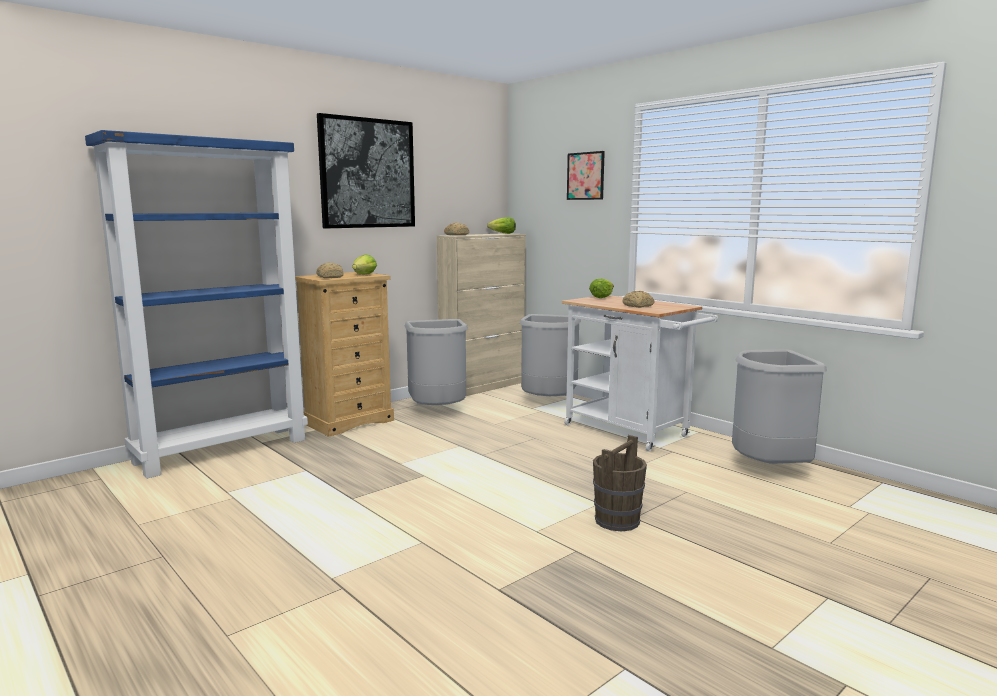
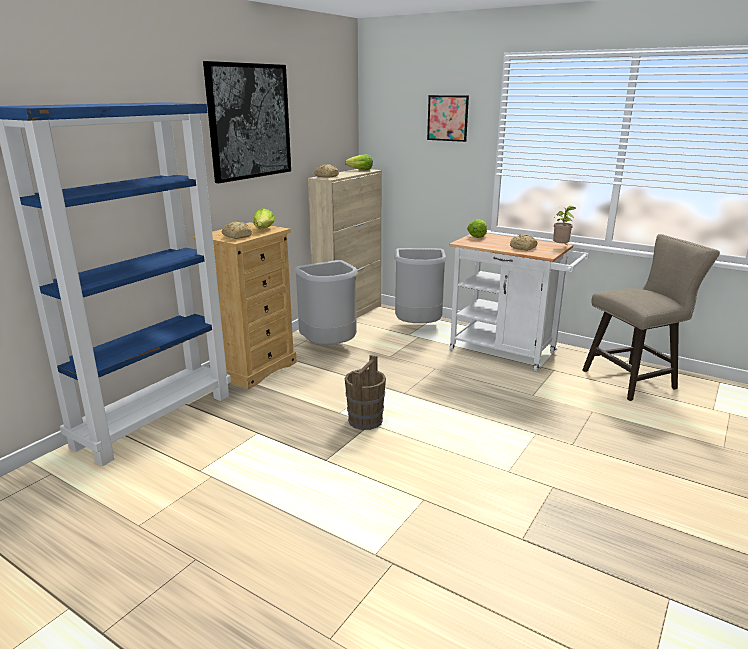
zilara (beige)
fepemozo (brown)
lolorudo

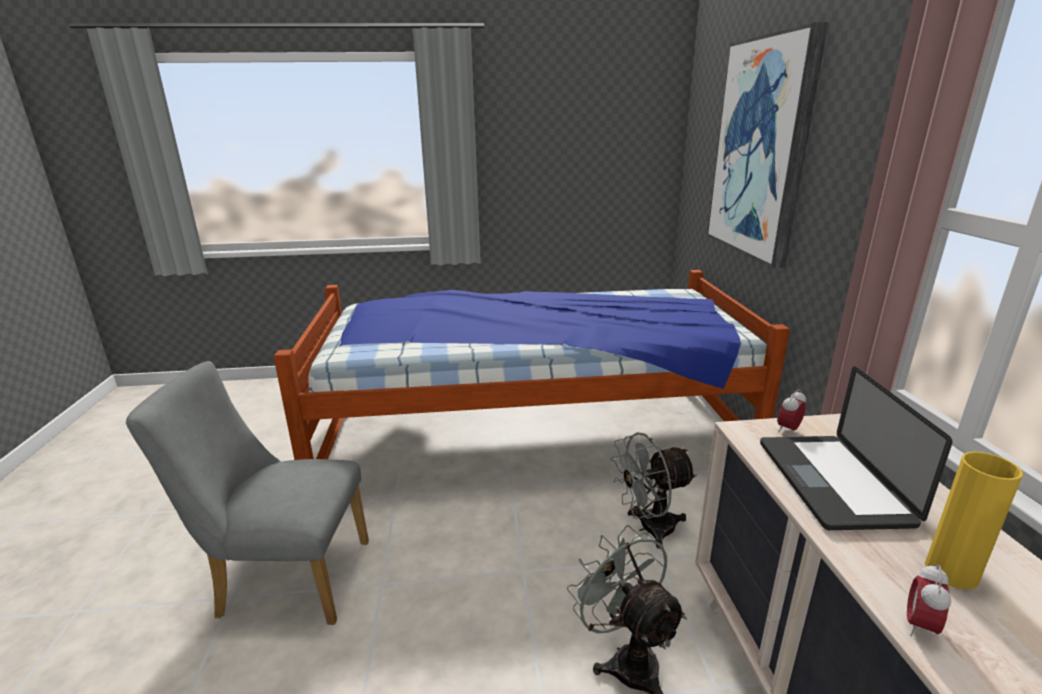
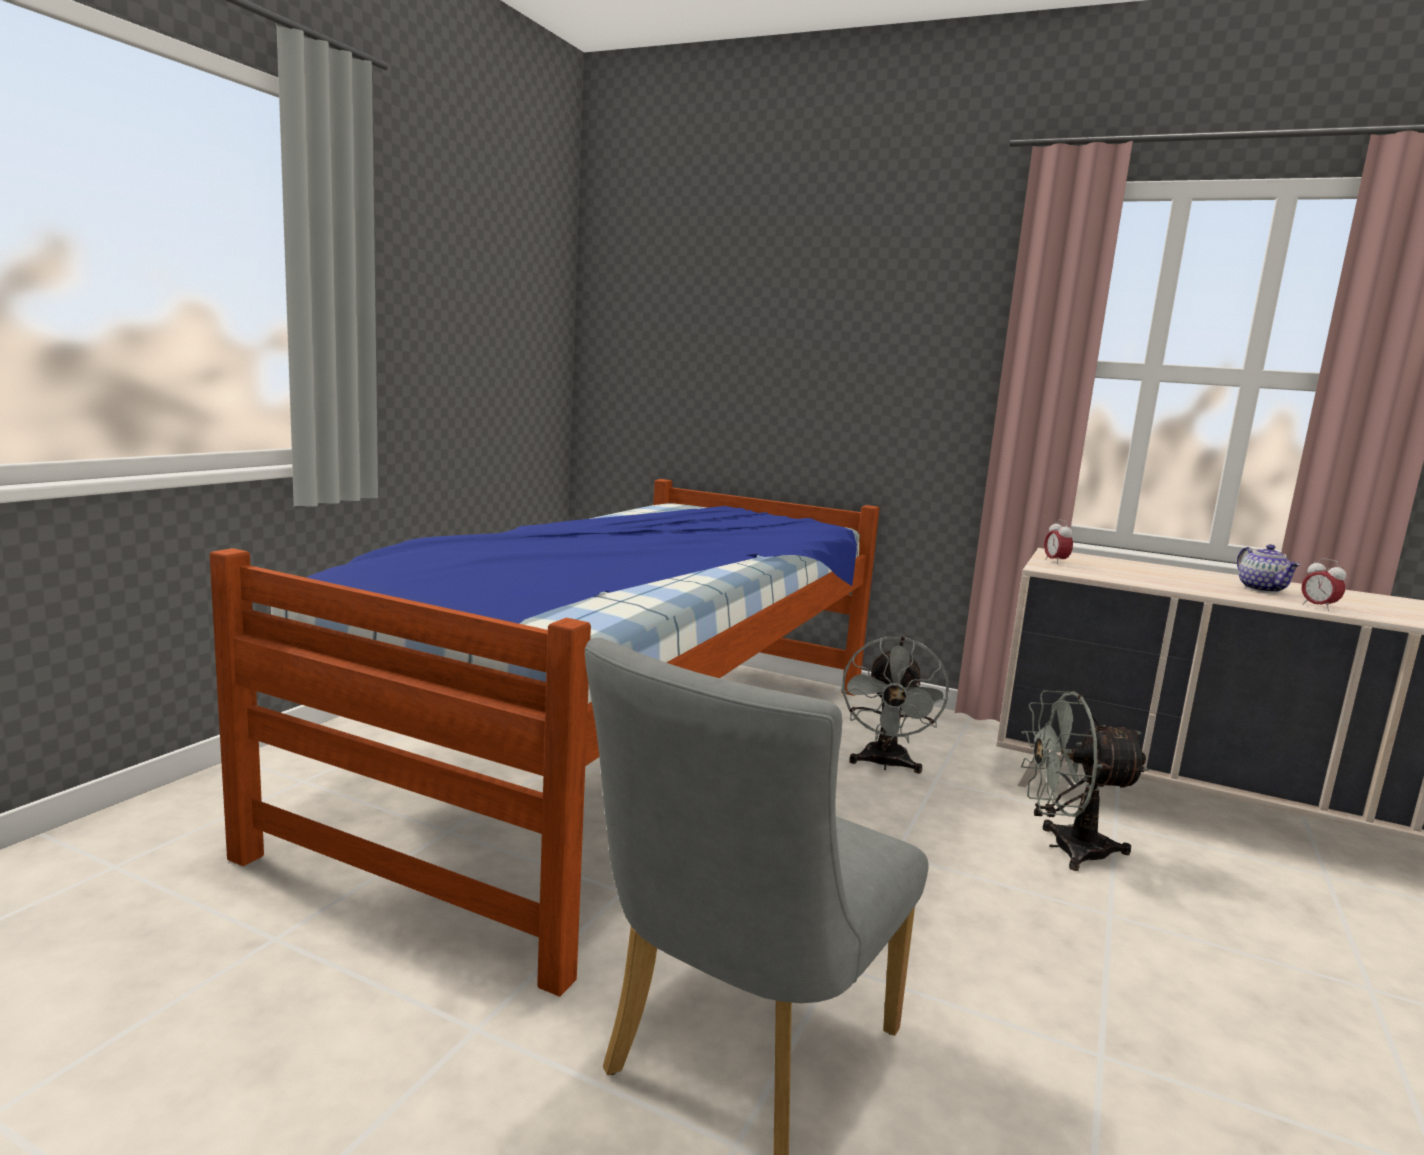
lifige
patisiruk
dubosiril

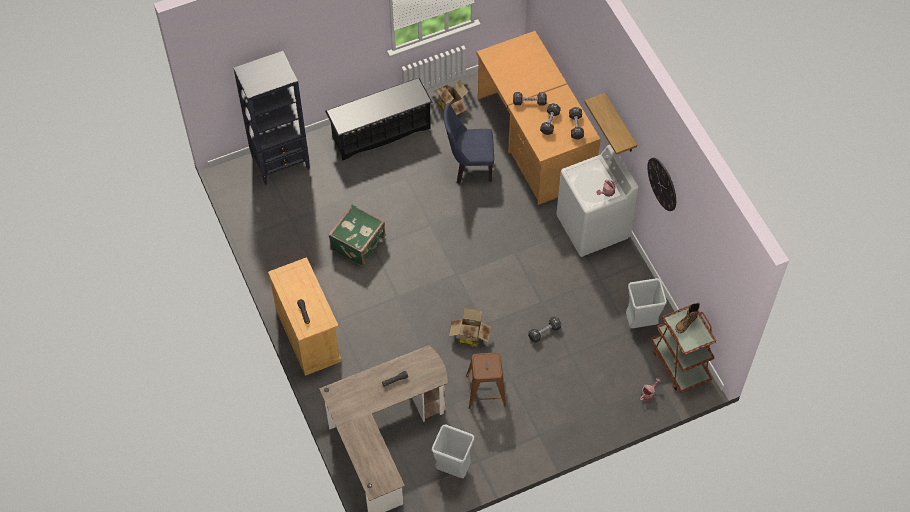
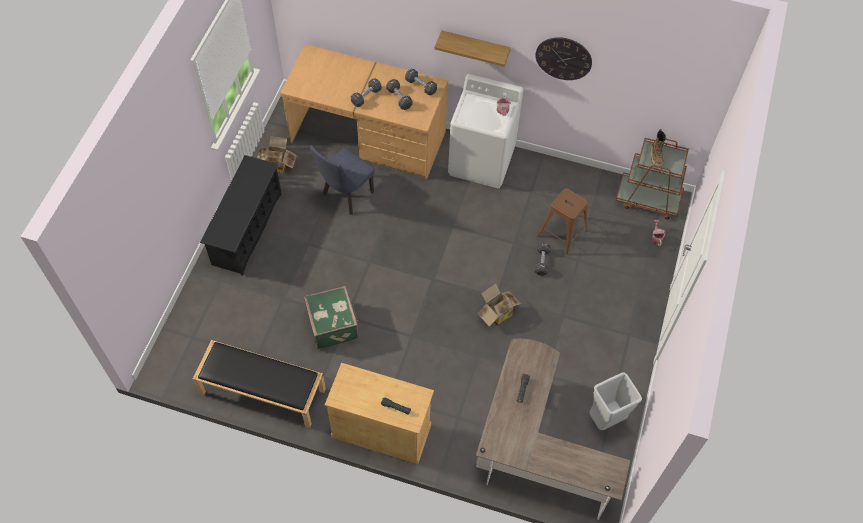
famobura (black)
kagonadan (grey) (no. 2 from left in the first image)
zilara (brown)
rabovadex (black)

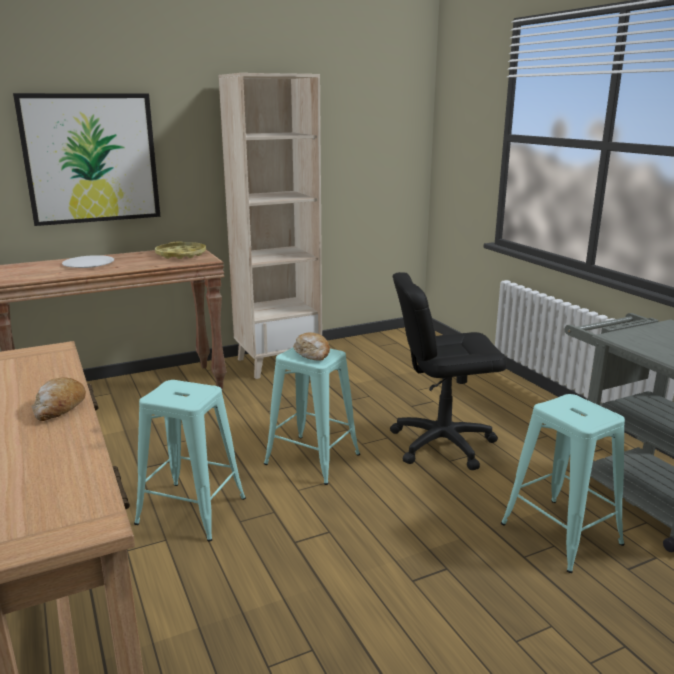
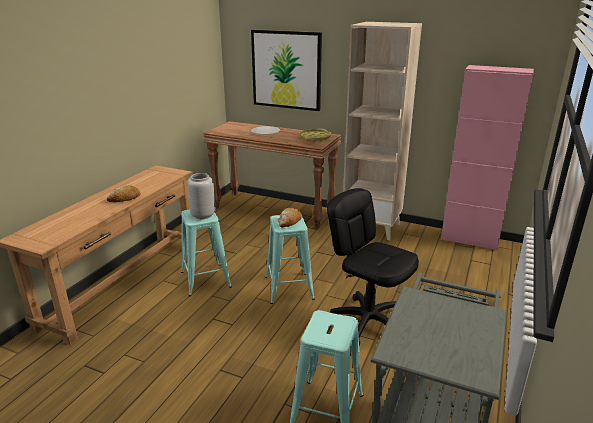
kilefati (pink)
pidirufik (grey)

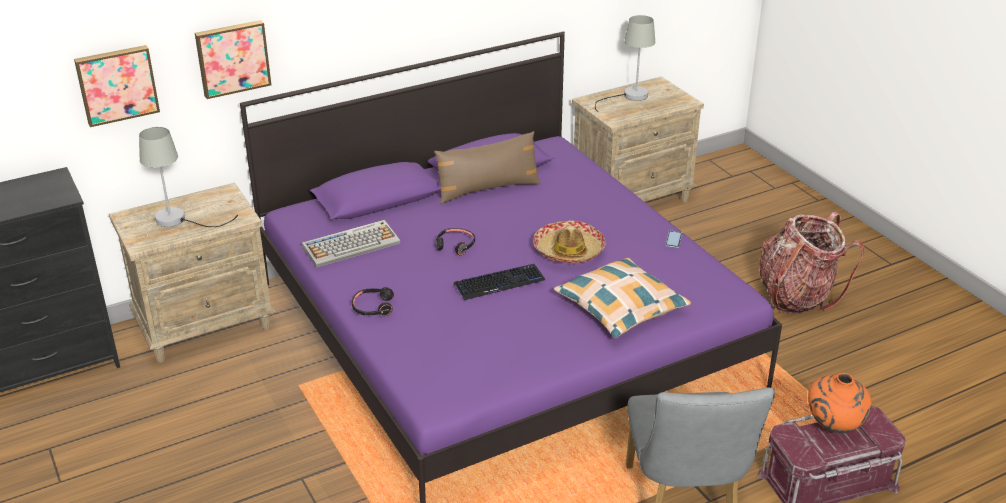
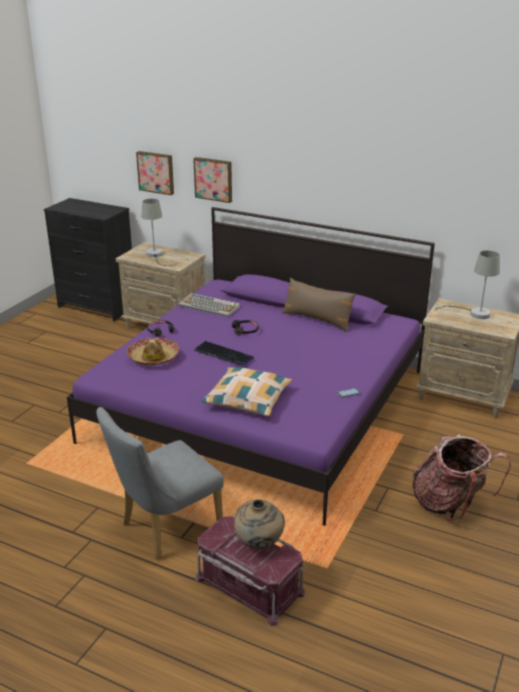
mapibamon
pidirufik (beige)

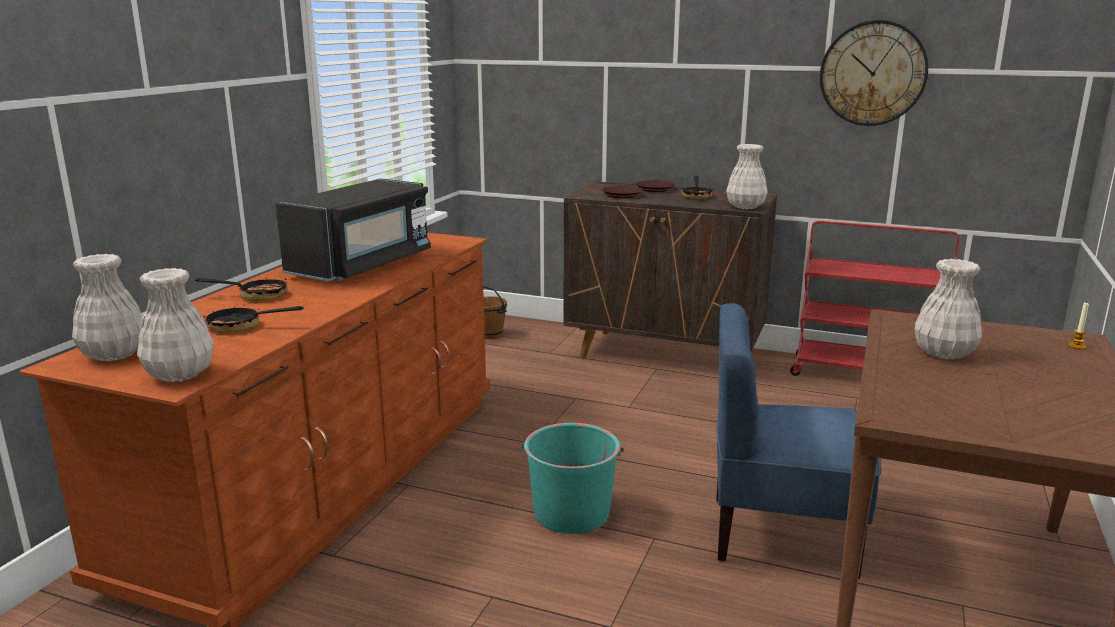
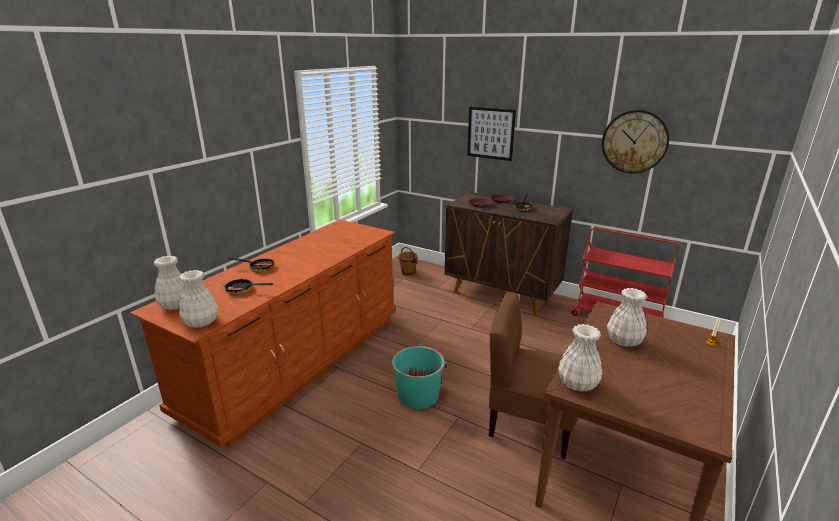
pidirufik (white) (no. 3 from left)
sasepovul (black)
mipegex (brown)
lifige

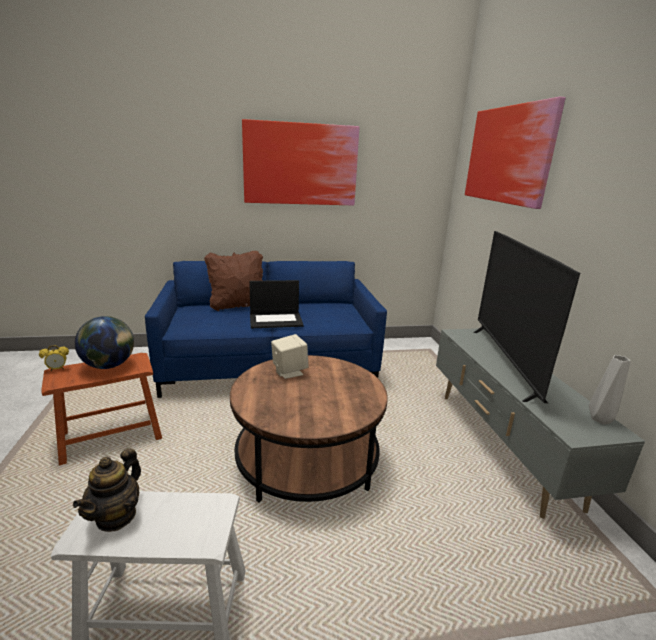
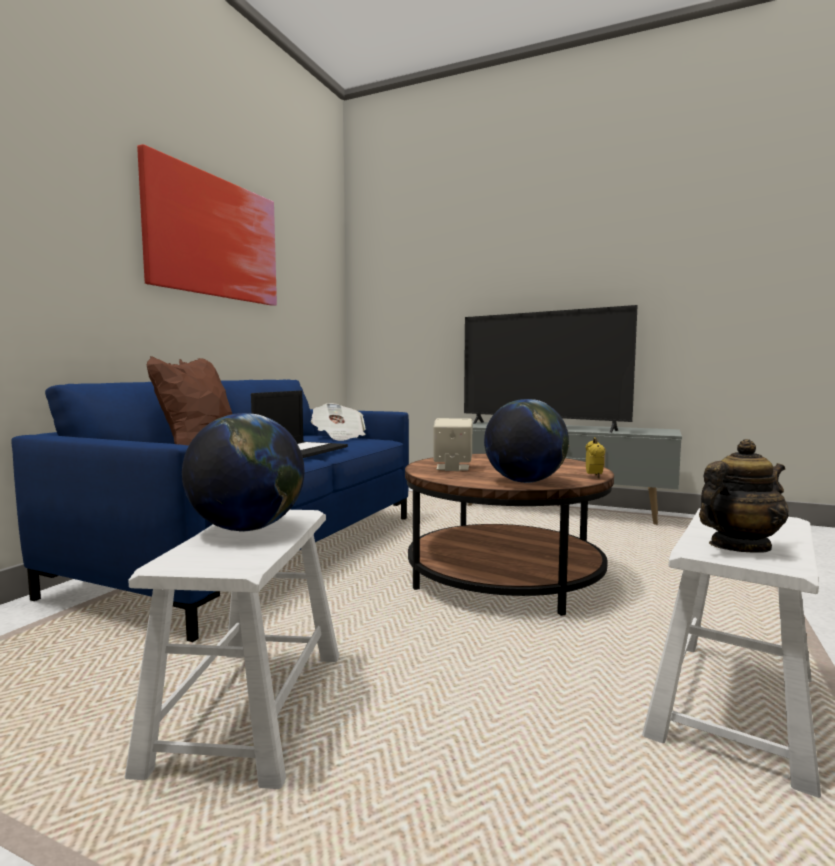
lifige (no. 2 from left in the first image)
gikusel
zilara (white) (no. 1 from left)
pidirufik (grey)
dubosiril
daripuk (no. 2 from left)
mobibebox

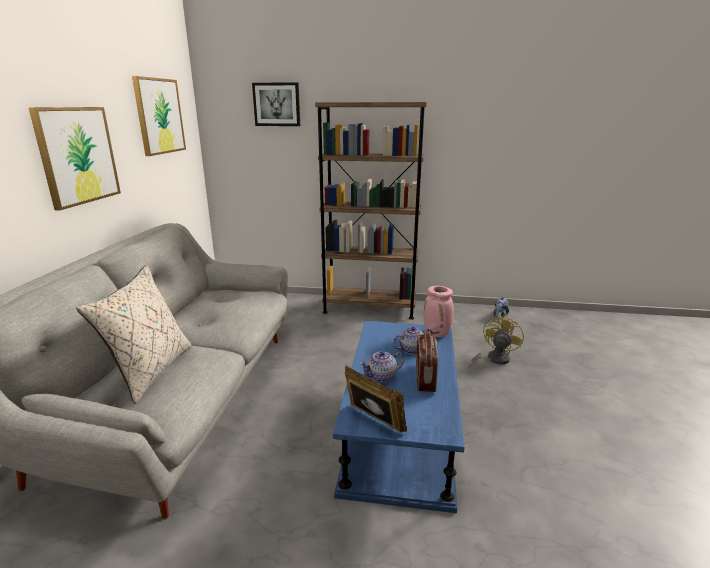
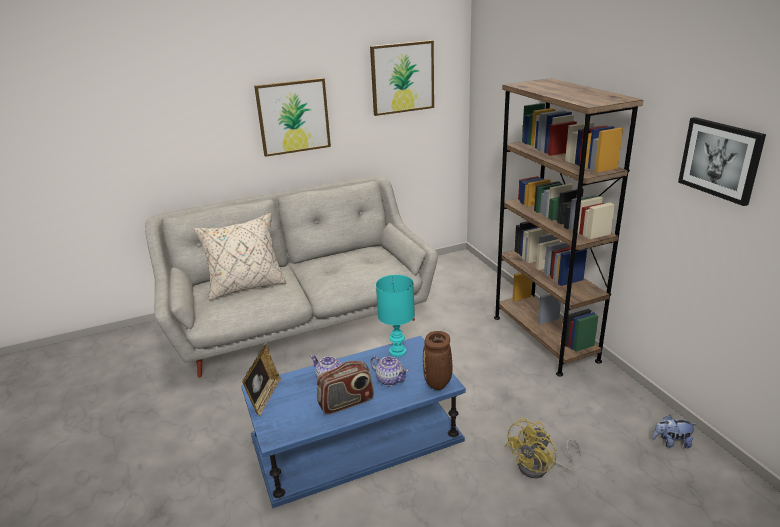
lifige (no. 3 from left)
pidirufik (brown)
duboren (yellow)
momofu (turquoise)

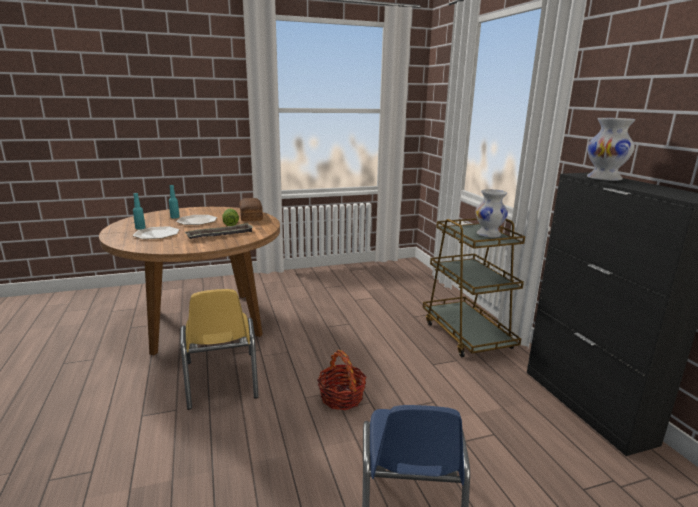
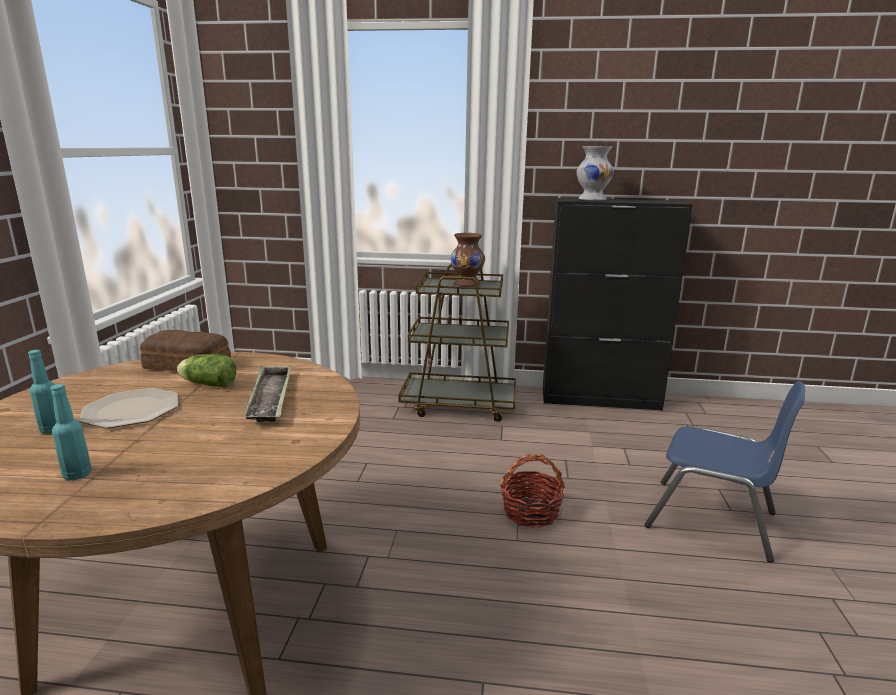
pidirufik (brown)
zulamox (no. 1 from left in the first image)
mipegex (yellow)

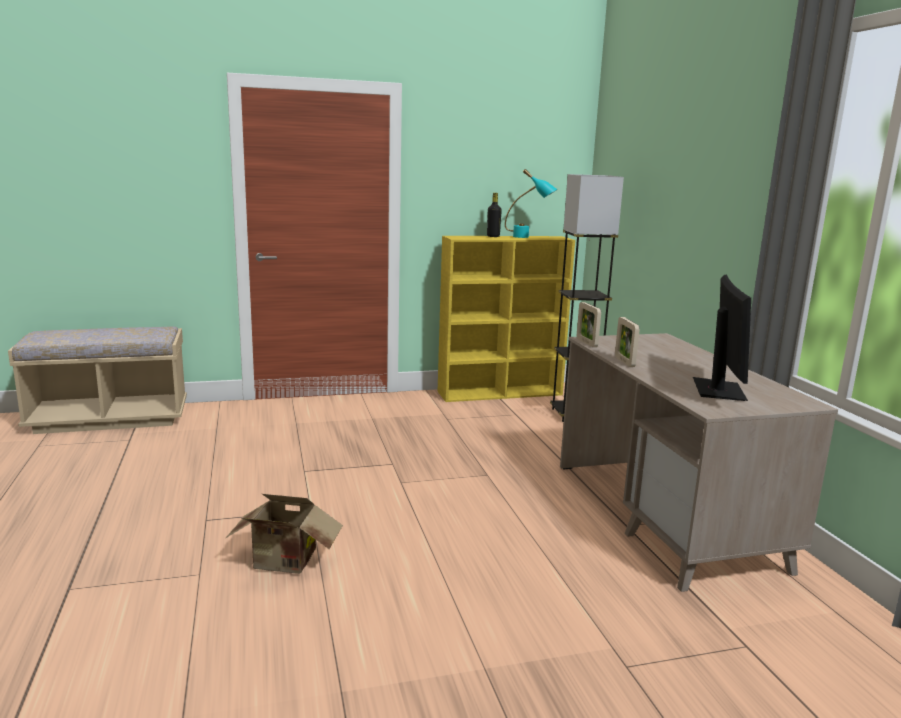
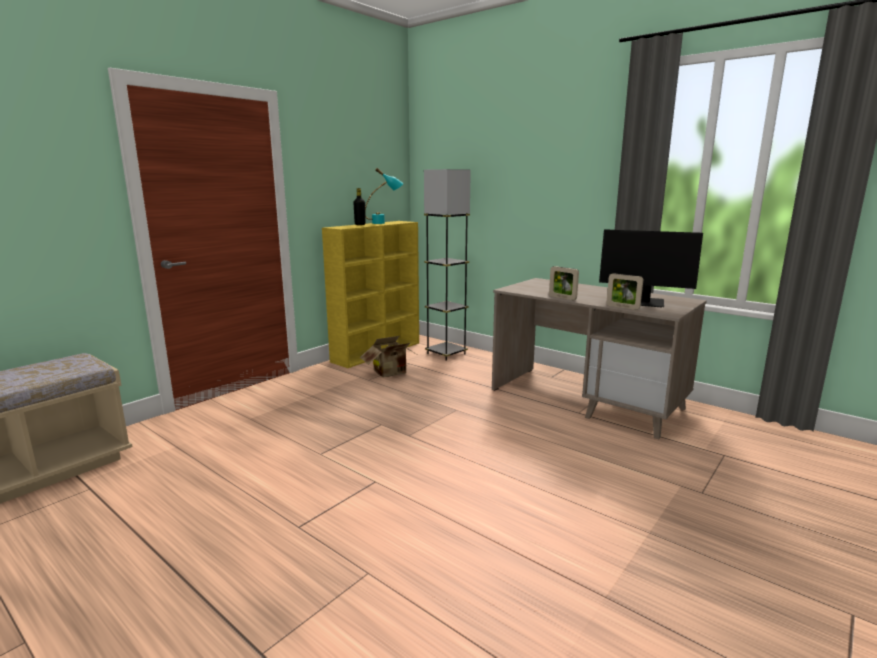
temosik
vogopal (no. 2 from left)
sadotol

